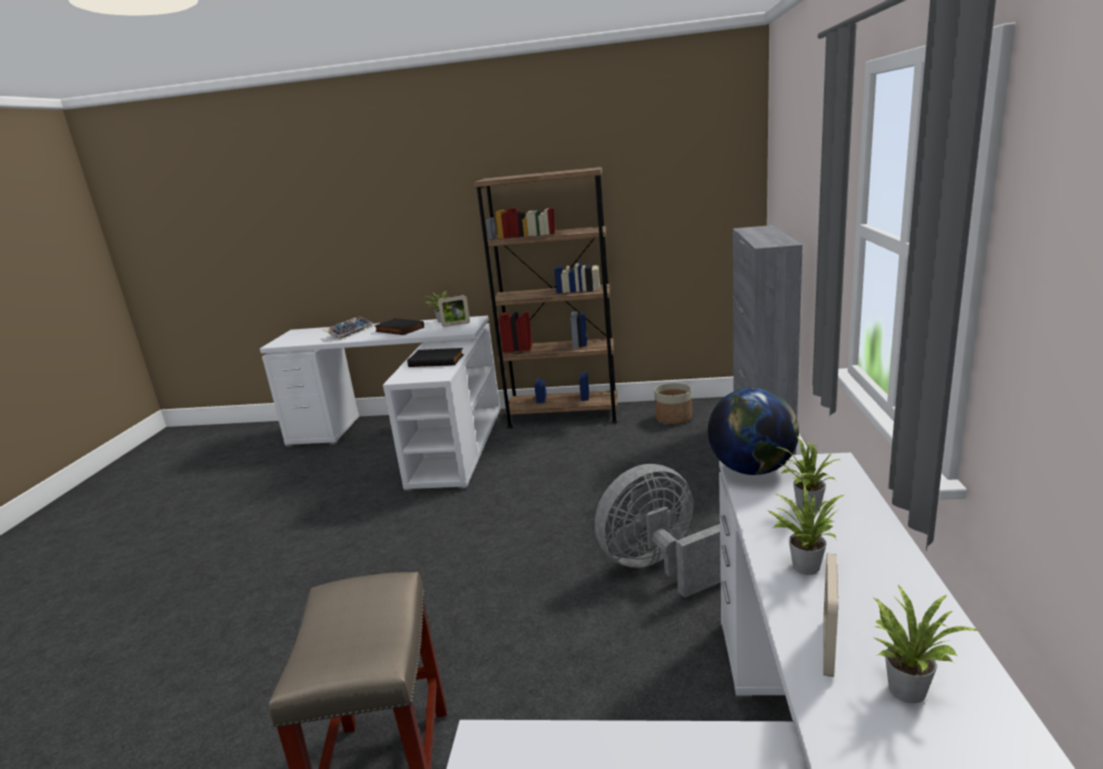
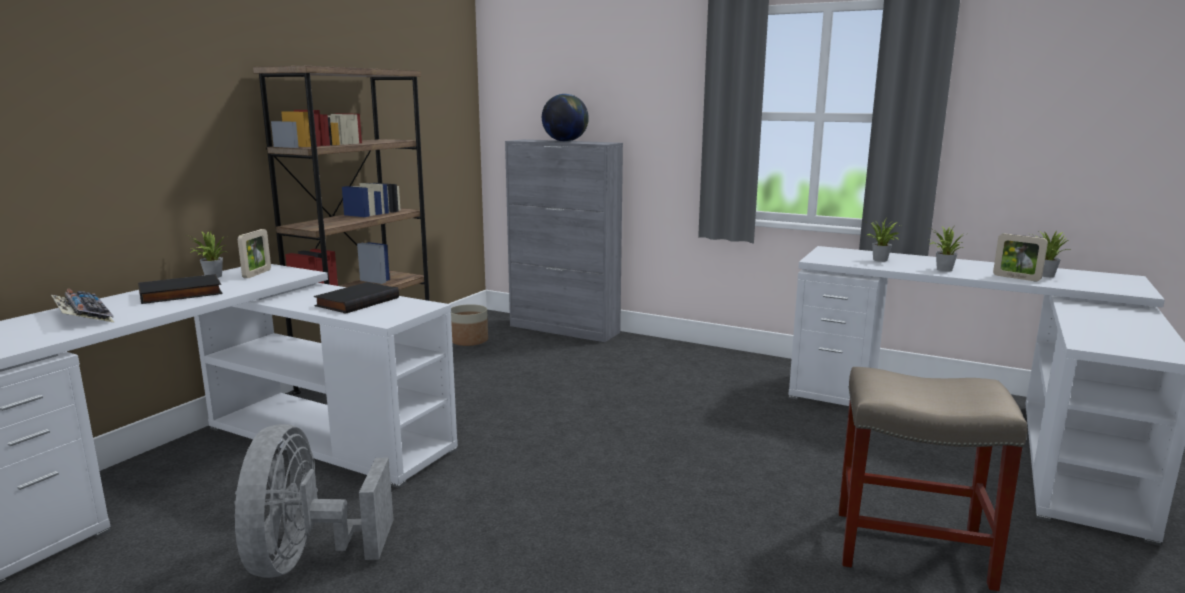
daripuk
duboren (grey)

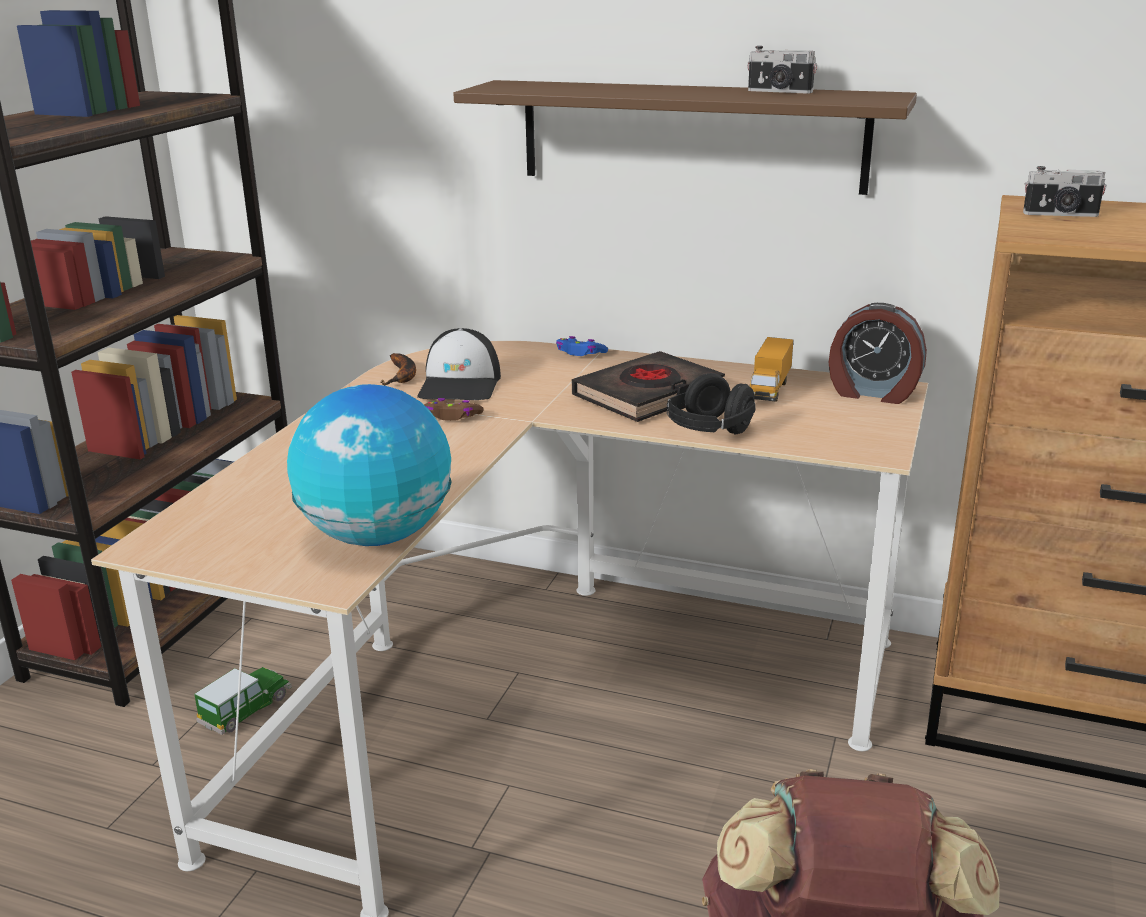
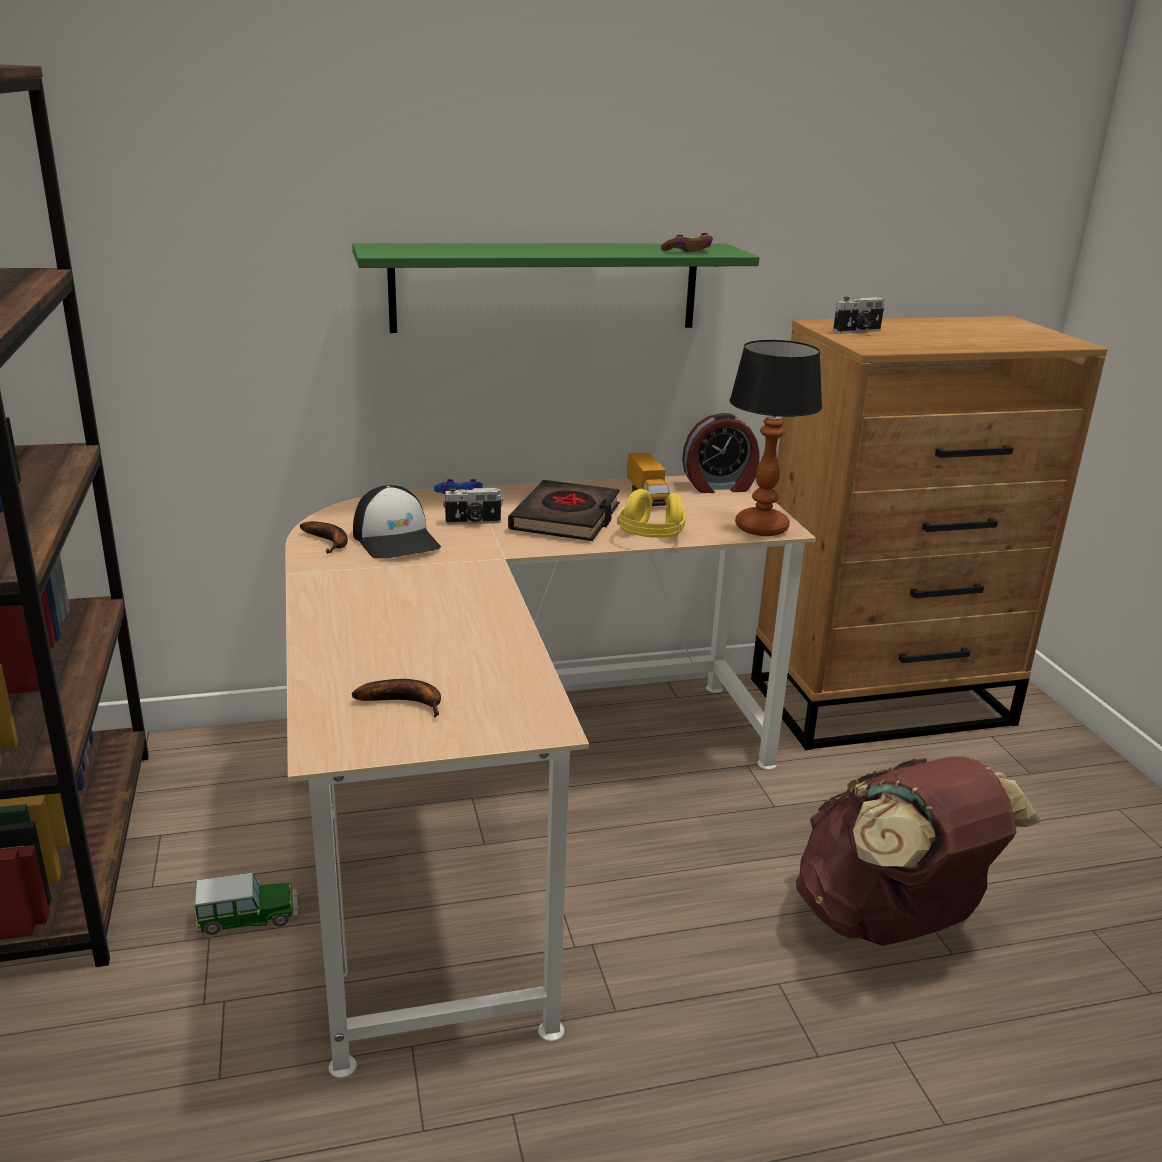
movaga (no. 1 from left)
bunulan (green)
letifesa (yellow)
daripuk
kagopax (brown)
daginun
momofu
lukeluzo (no. 2 from left)

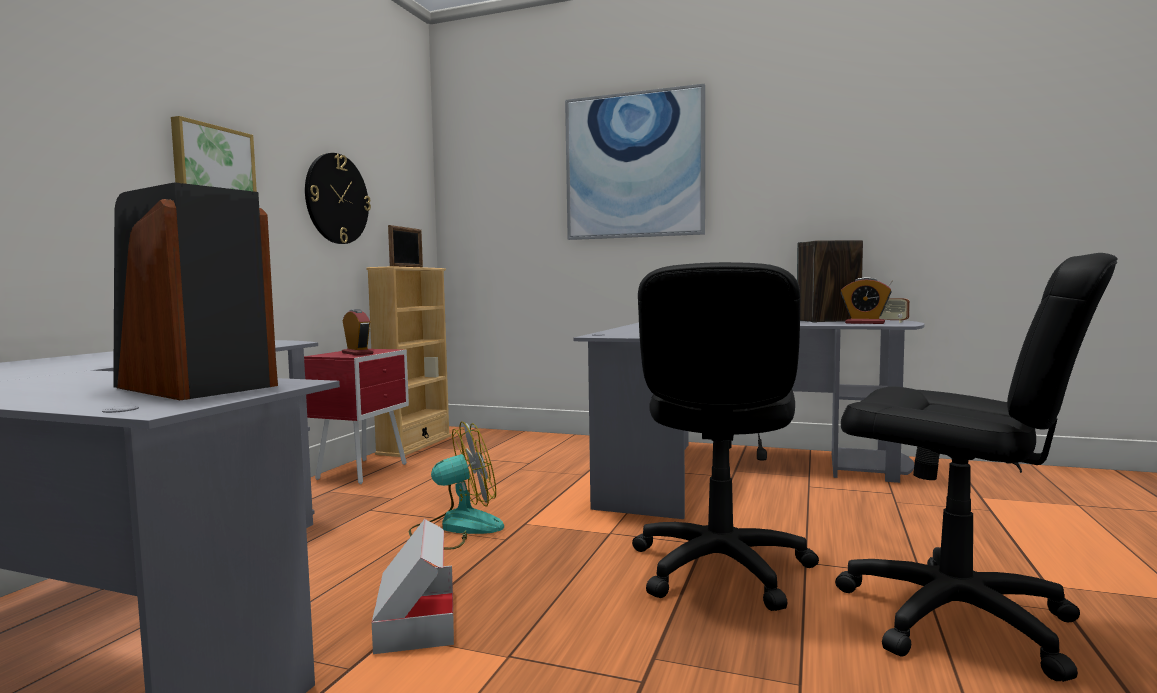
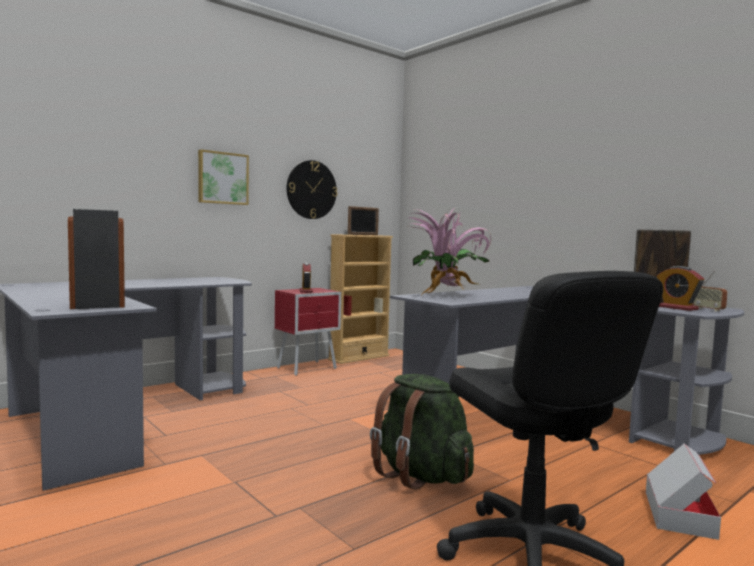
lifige (no. 2 from left in the first image)
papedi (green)
duboren
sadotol
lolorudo

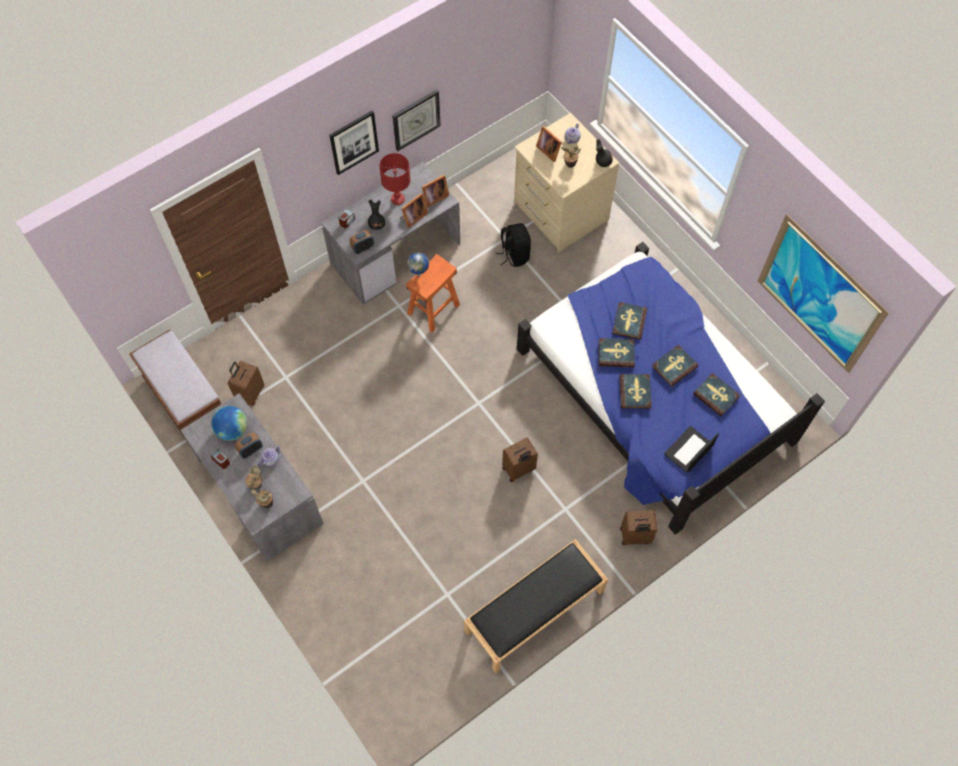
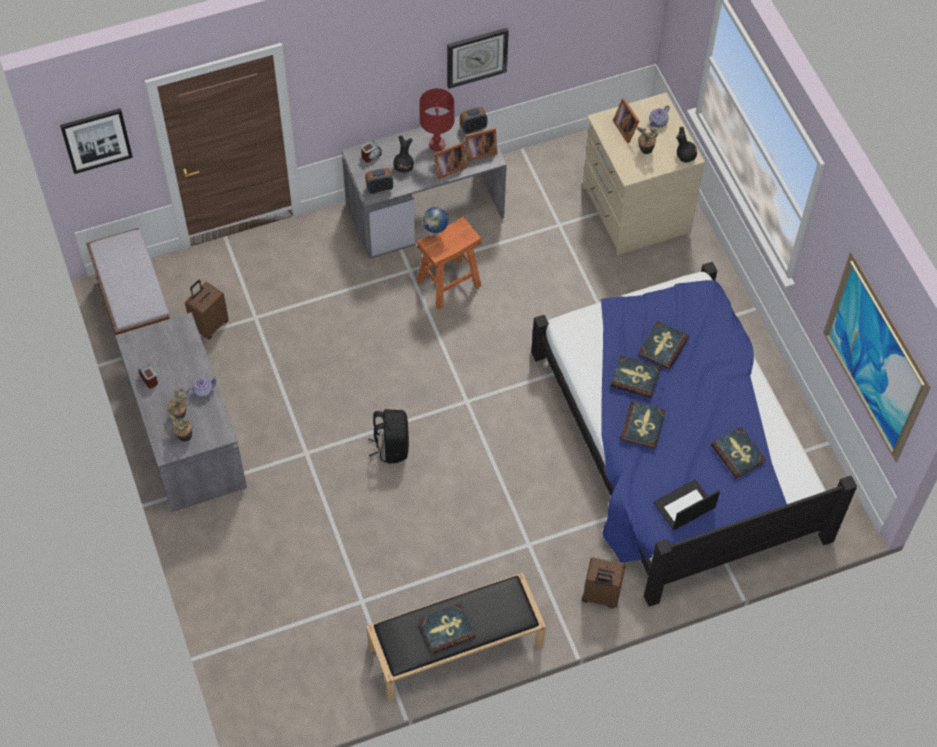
lifige (no. 1 from left)
papedi (black)
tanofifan (no. 1 from left)
daripuk (no. 1 from left in the first image)
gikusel (no. 4 from left)
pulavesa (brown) (no. 2 from left in the first image)

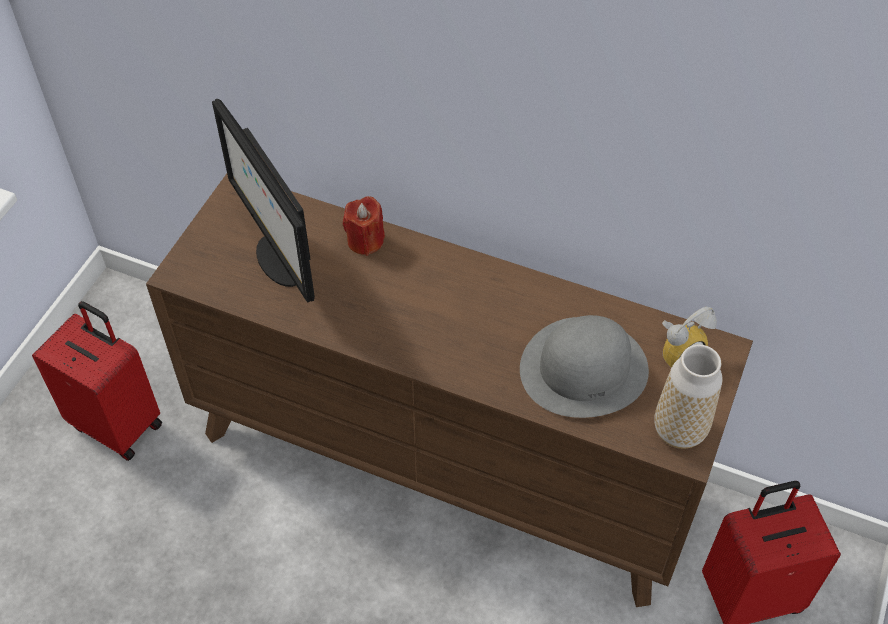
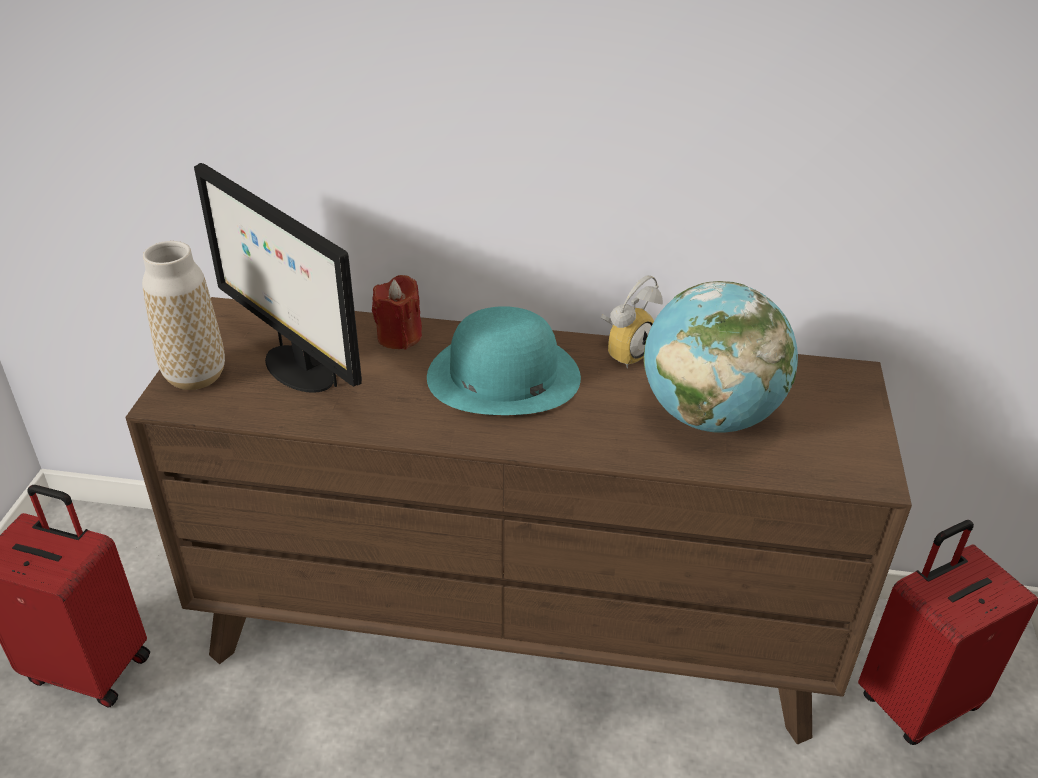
gikusel
daripuk
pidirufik
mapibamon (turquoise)

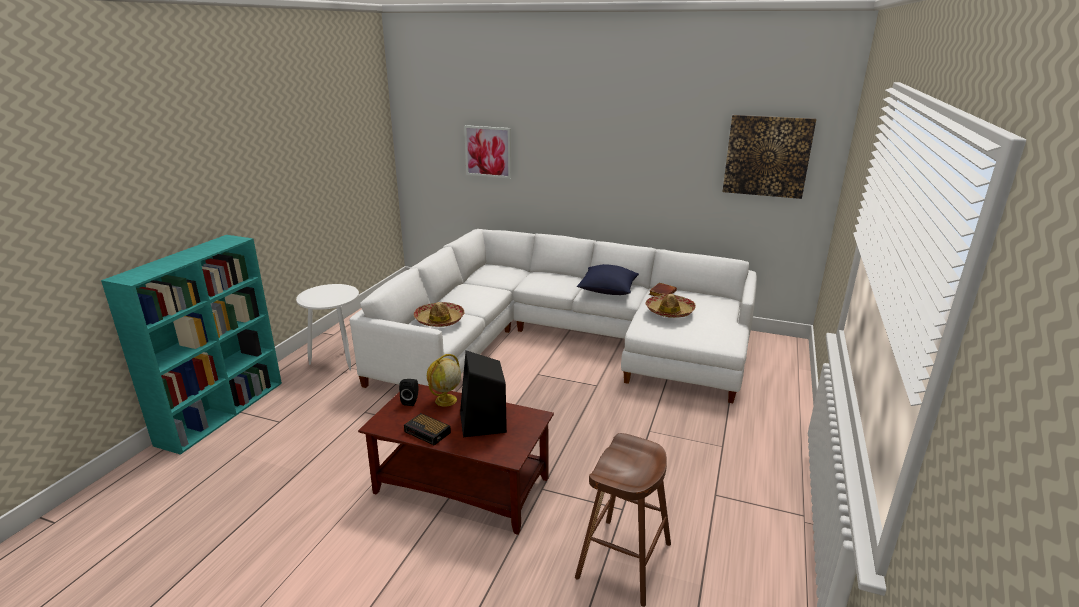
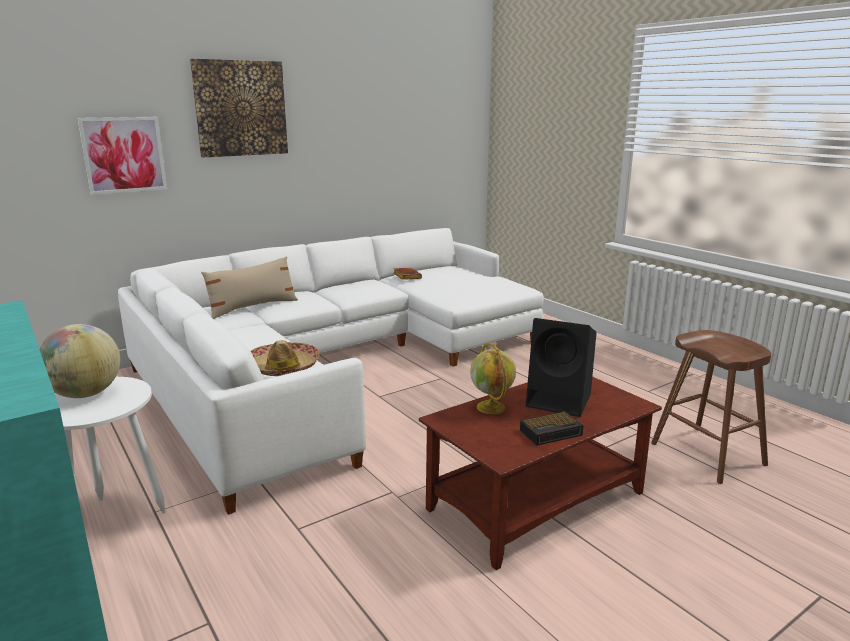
lifige (no. 2 from left)
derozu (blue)
mapibamon (no. 2 from left in the first image)
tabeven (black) (no. 1 from left in the first image)
derozu (beige)
daripuk (no. 1 from left)

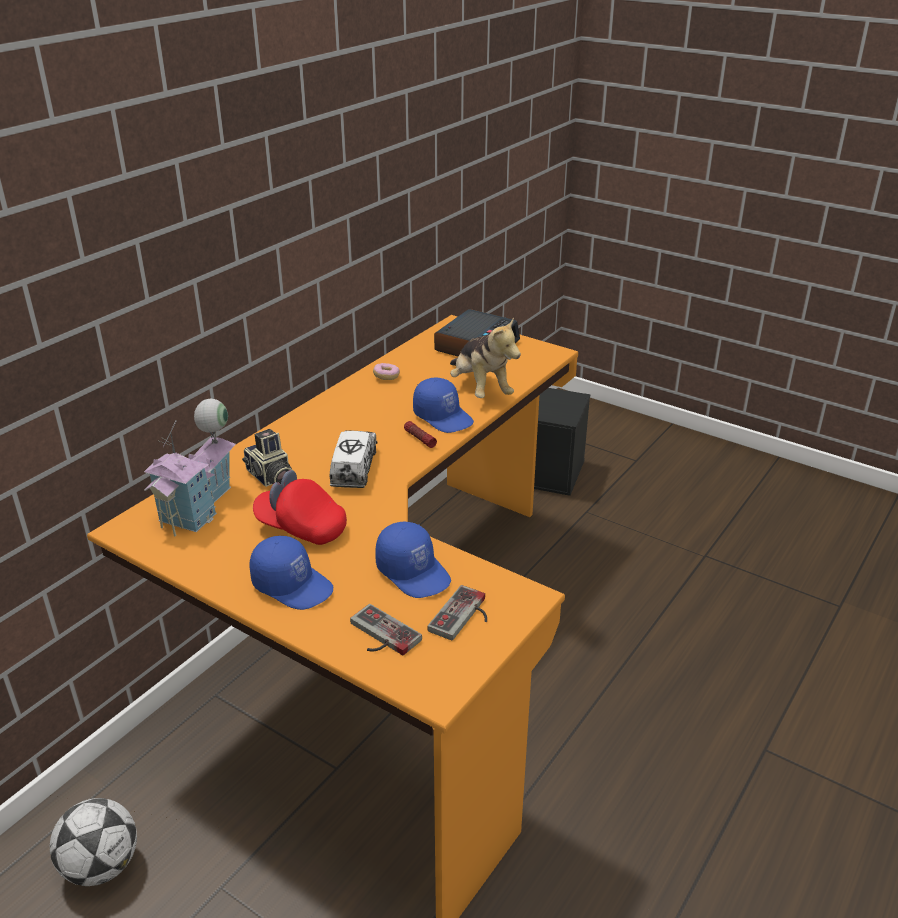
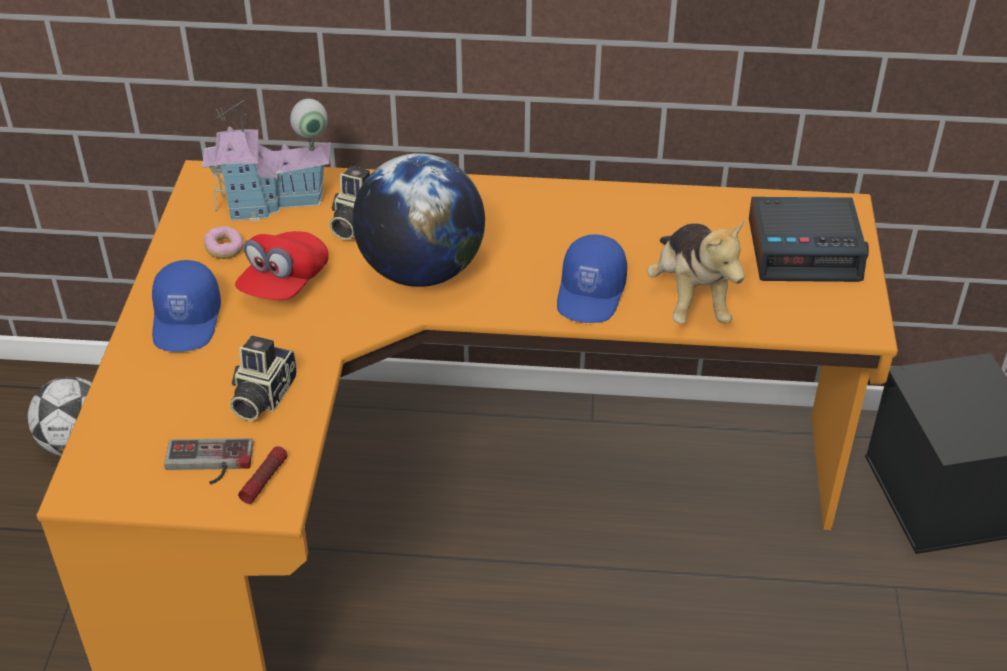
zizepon
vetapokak
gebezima
daripuk
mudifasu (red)
movaga (no. 1 from left)
kagopax (no. 1 from left in the first image)

